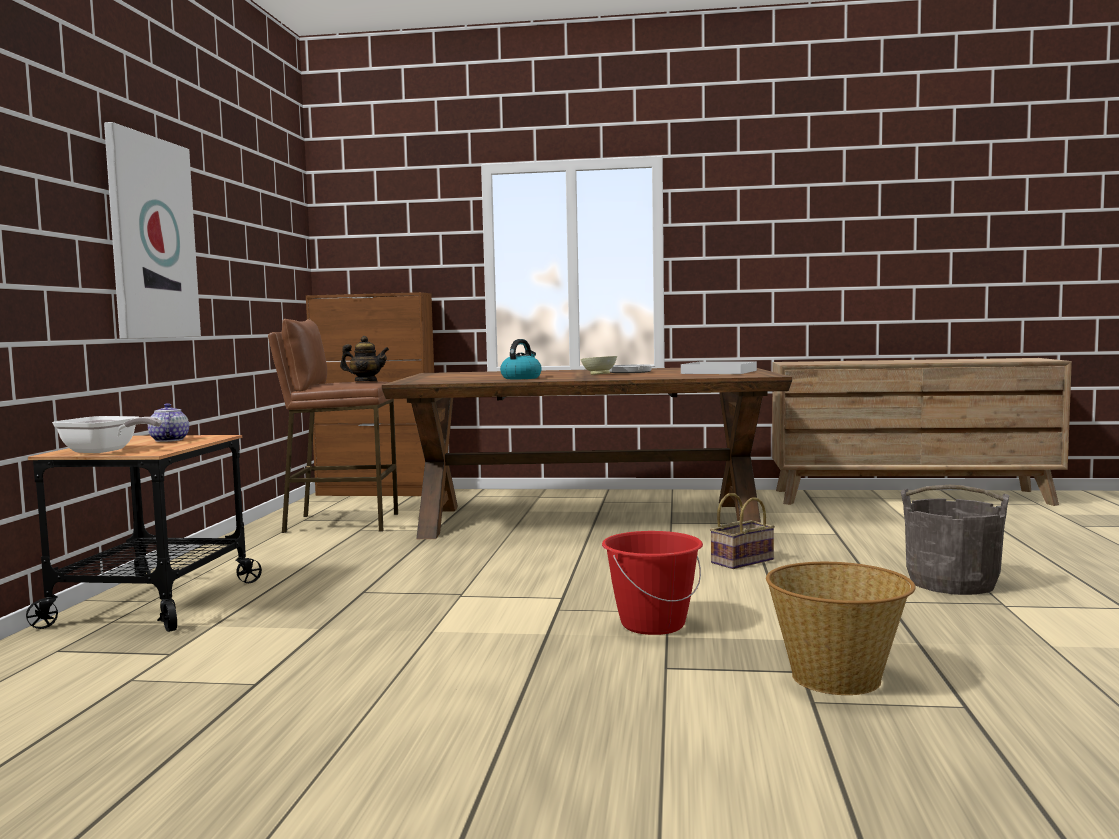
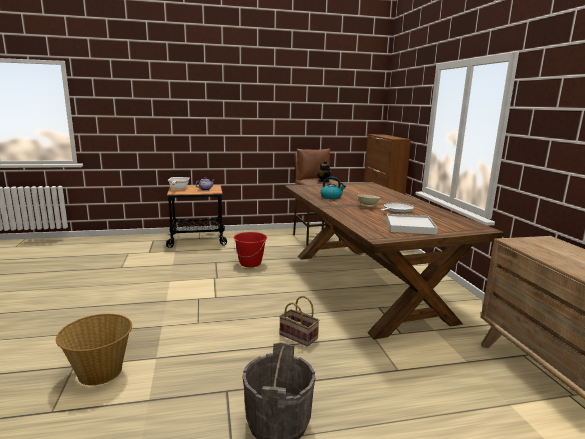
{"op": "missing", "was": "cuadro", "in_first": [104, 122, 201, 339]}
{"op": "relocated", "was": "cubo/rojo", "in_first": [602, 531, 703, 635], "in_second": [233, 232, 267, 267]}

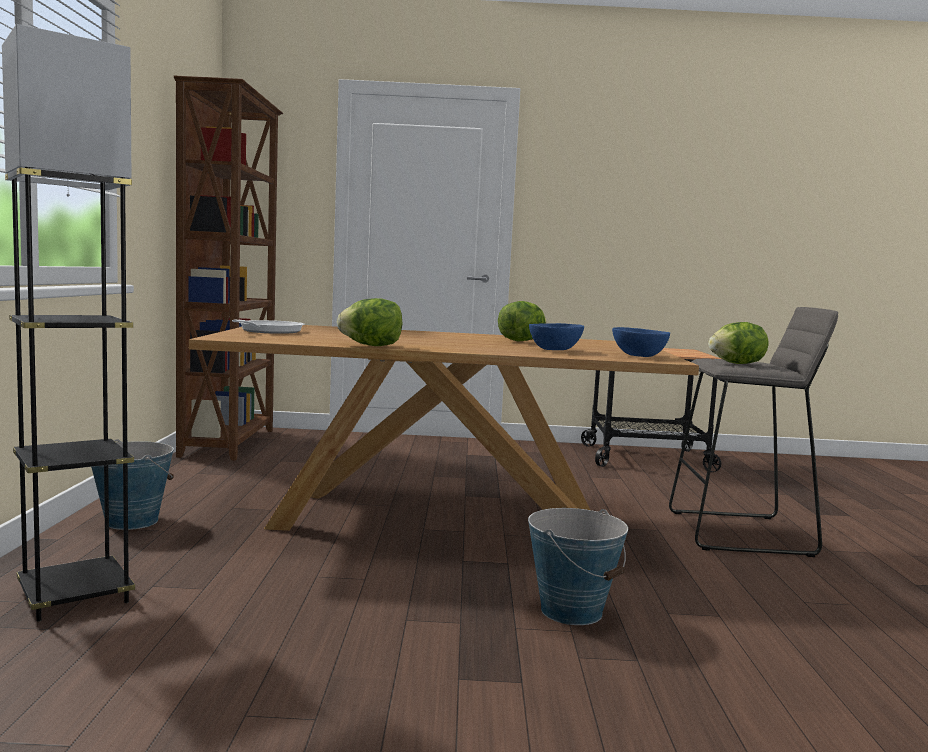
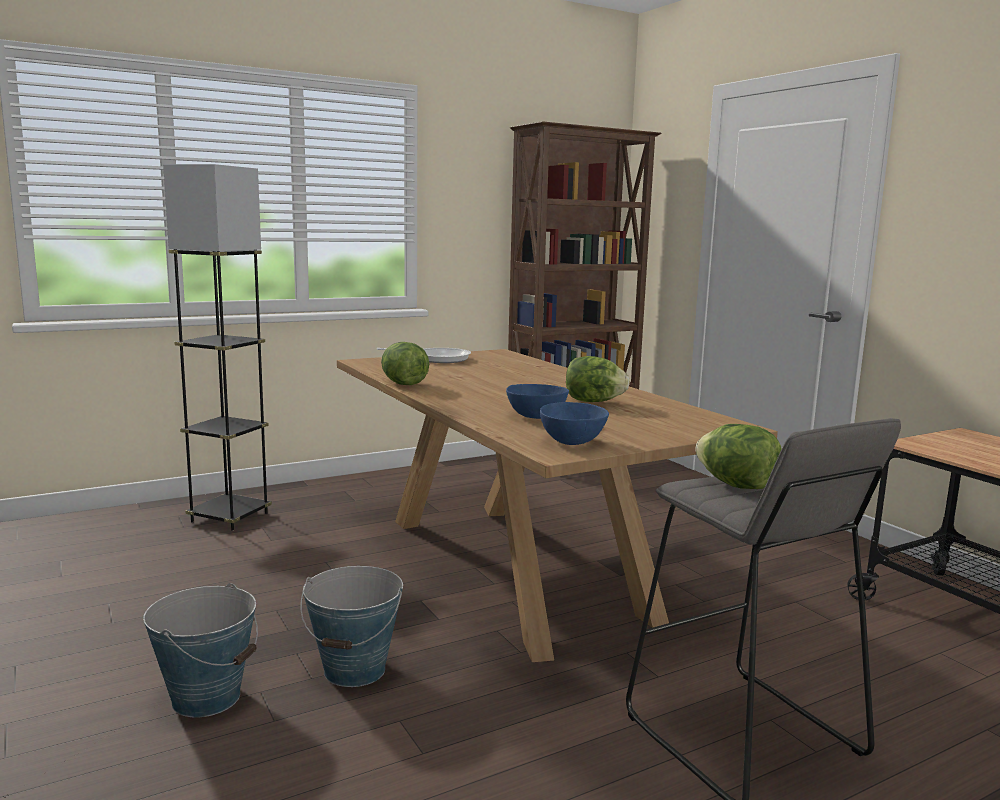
{"op": "relocated", "was": "cubo", "in_first": [91, 439, 174, 530], "in_second": [143, 583, 258, 718]}

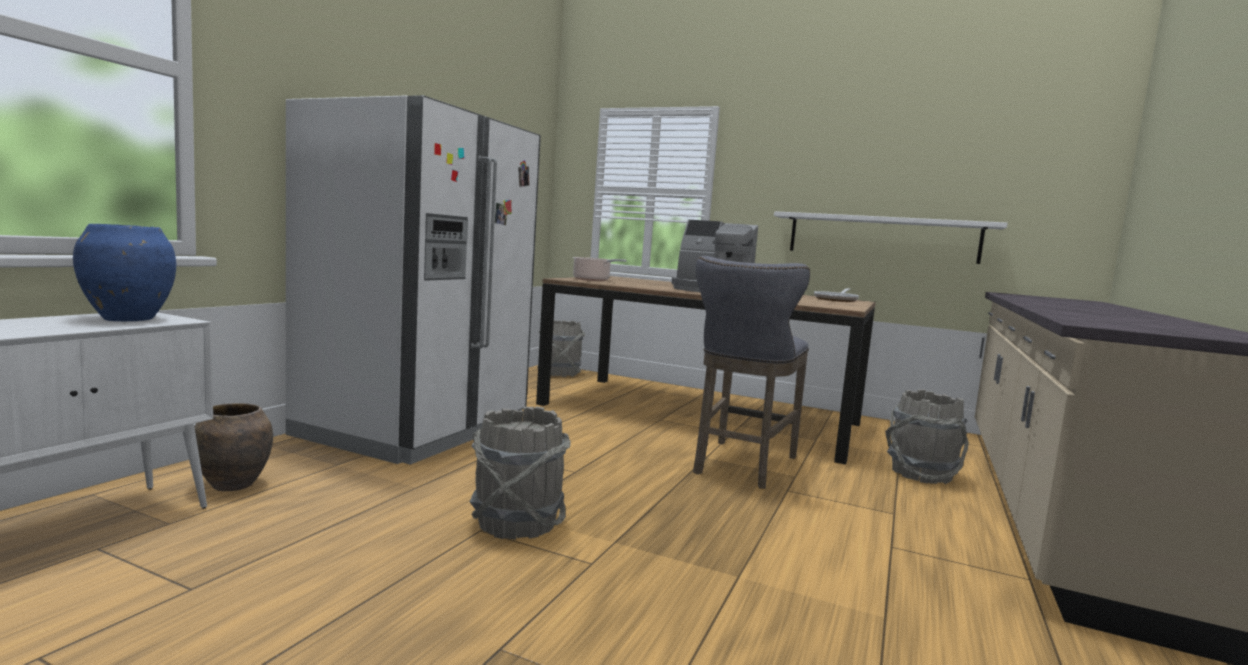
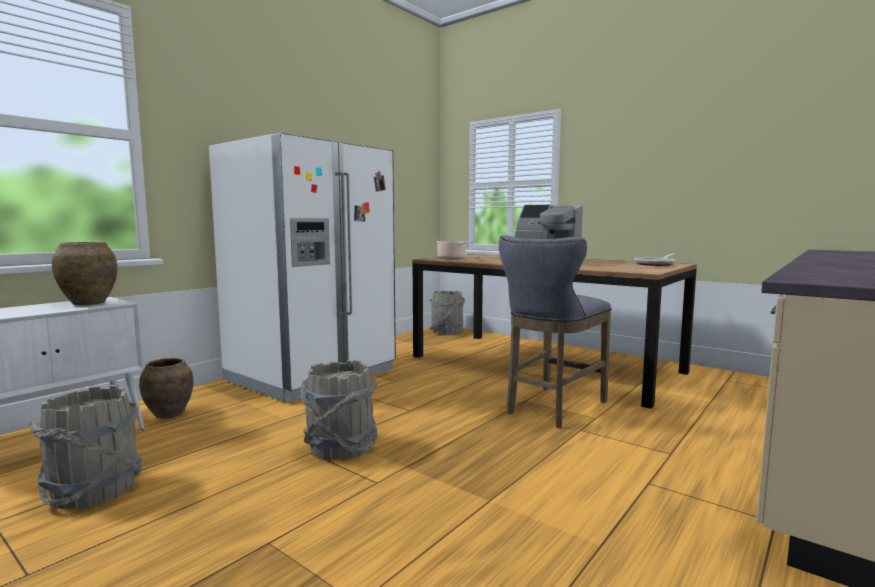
{"op": "colour", "was": "florero/azul", "now": "florero/marrón", "in_first": [73, 224, 176, 322], "in_second": [52, 242, 117, 305]}
{"op": "missing", "was": "estante/blanco", "in_first": [774, 211, 1008, 264]}
{"op": "relocated", "was": "cubo/gris", "in_first": [885, 389, 969, 484], "in_second": [29, 385, 142, 510]}

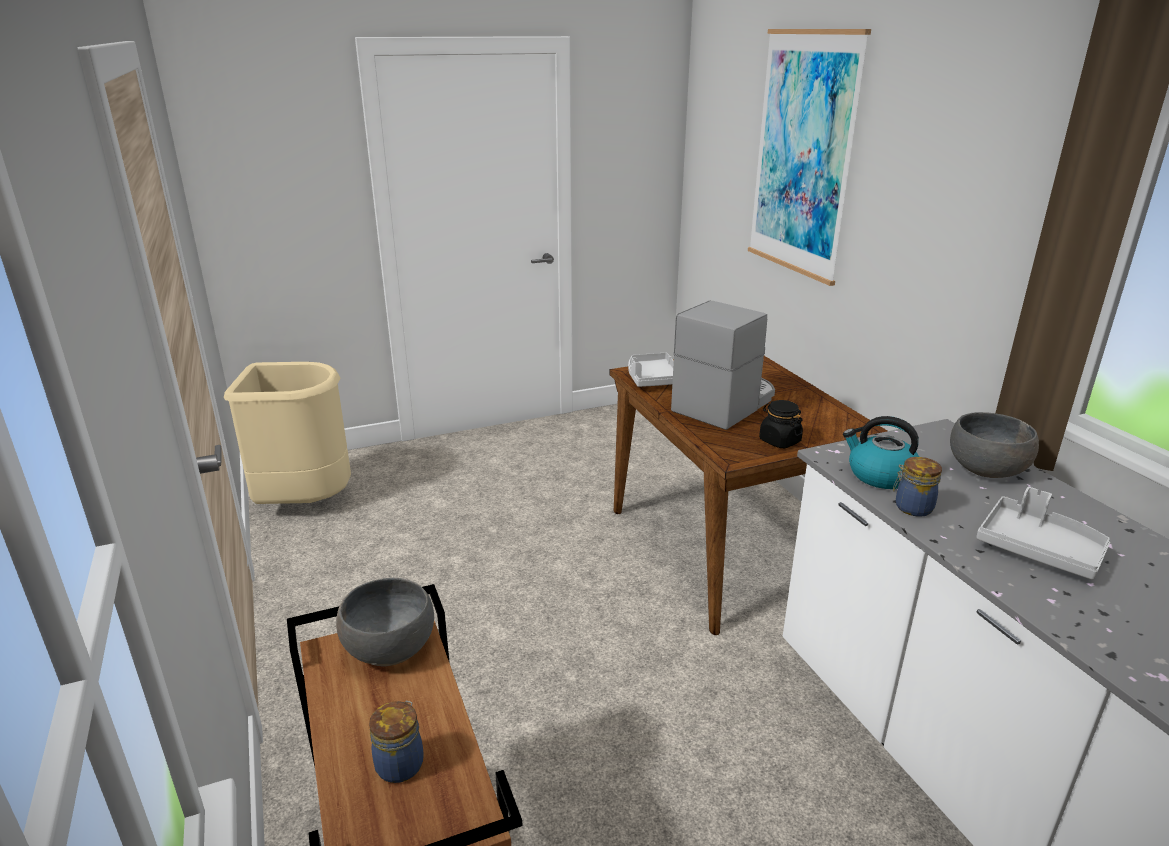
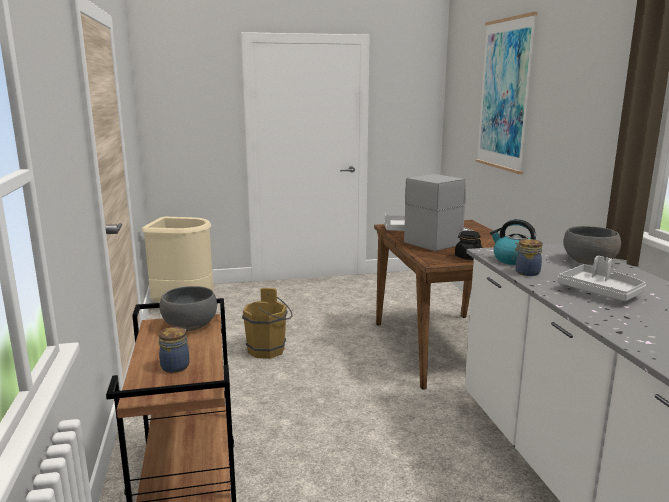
{"op": "appeared", "now": "cubo/marrón", "in_second": [242, 288, 293, 359]}

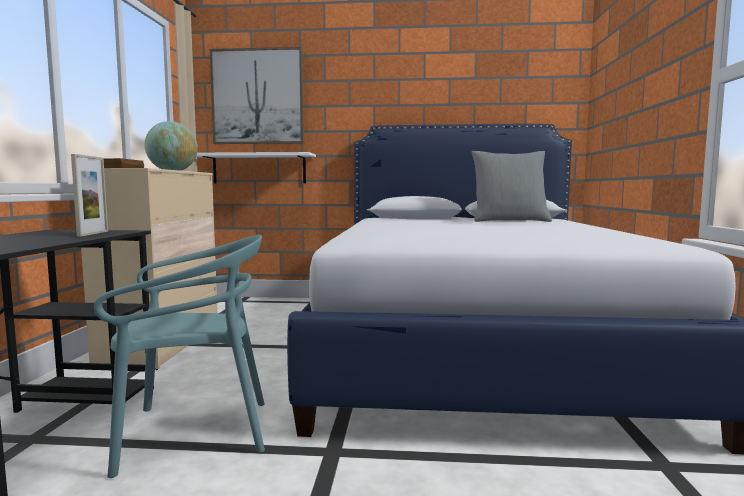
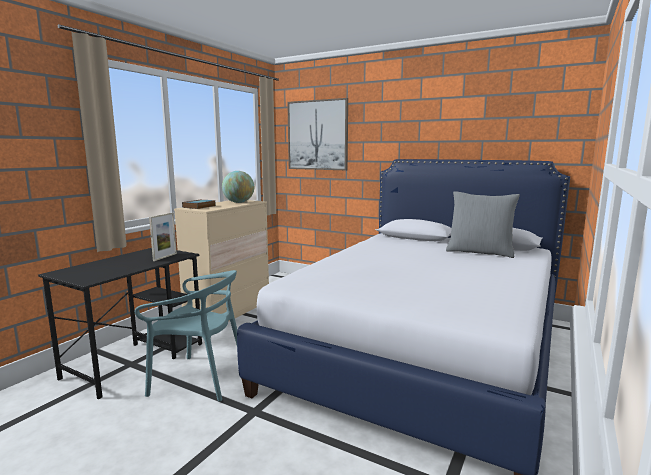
{"op": "missing", "was": "estante/blanco", "in_first": [197, 152, 316, 184]}

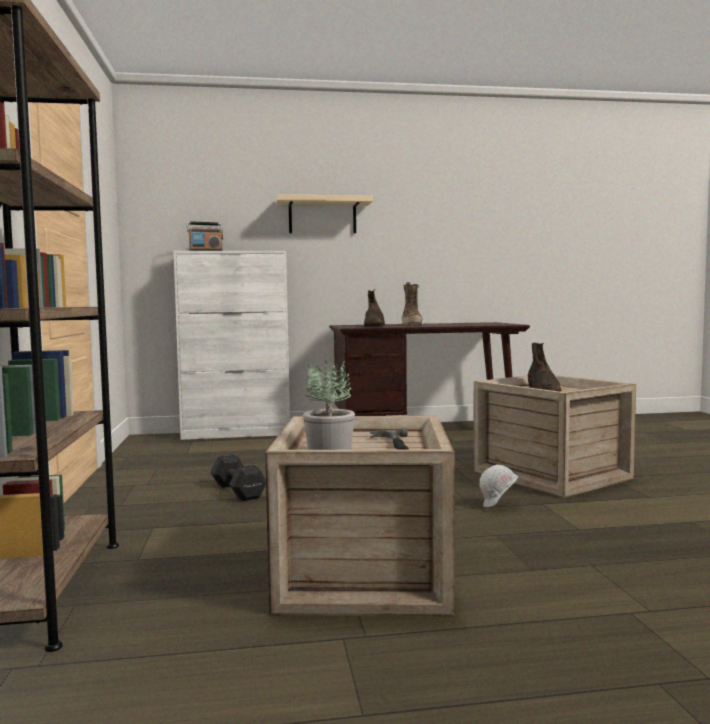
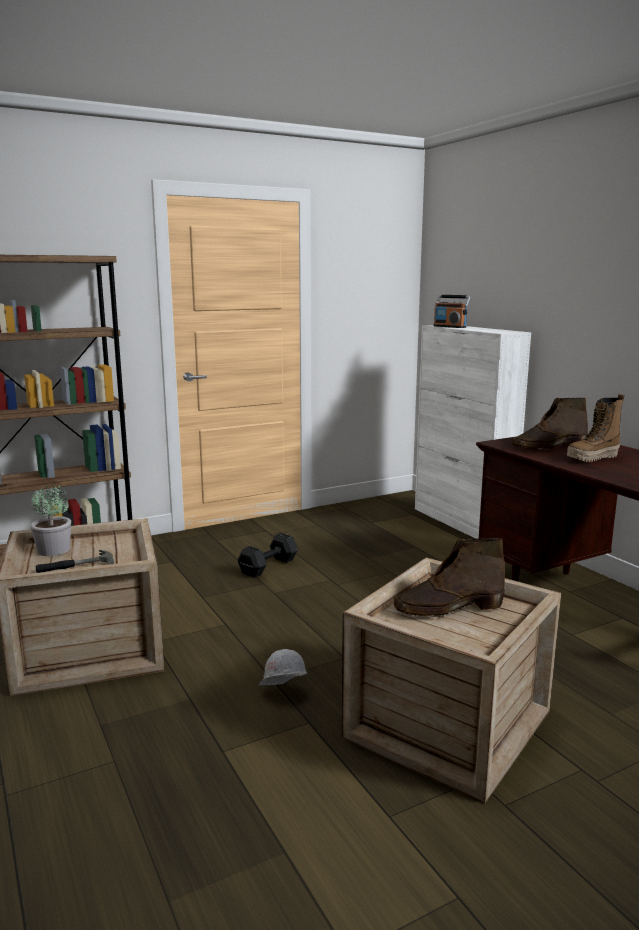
{"op": "missing", "was": "estante/beis", "in_first": [276, 194, 373, 233]}

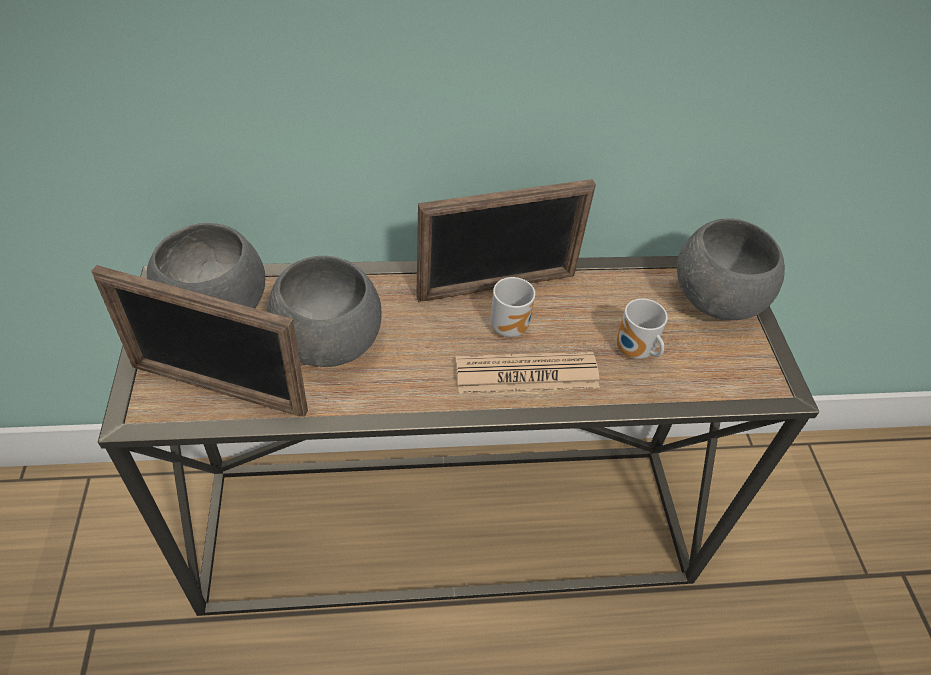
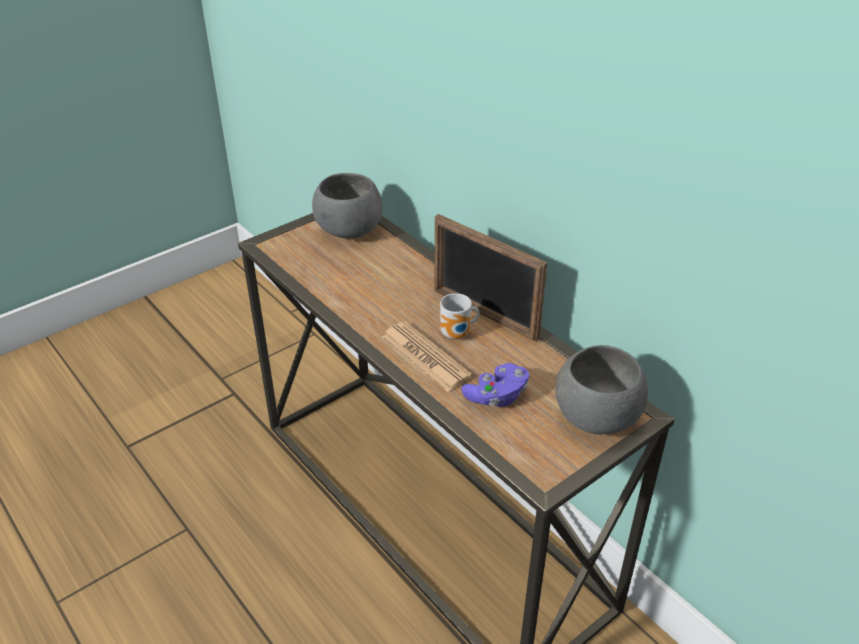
{"op": "missing", "was": "portarretratos", "in_first": [91, 265, 308, 417]}
{"op": "missing", "was": "cuenco/gris", "in_first": [267, 256, 381, 367]}
{"op": "exchanged", "was": "taza grande", "now": "mando de consola/morado", "in_first": [616, 298, 668, 359], "in_second": [461, 363, 529, 407]}

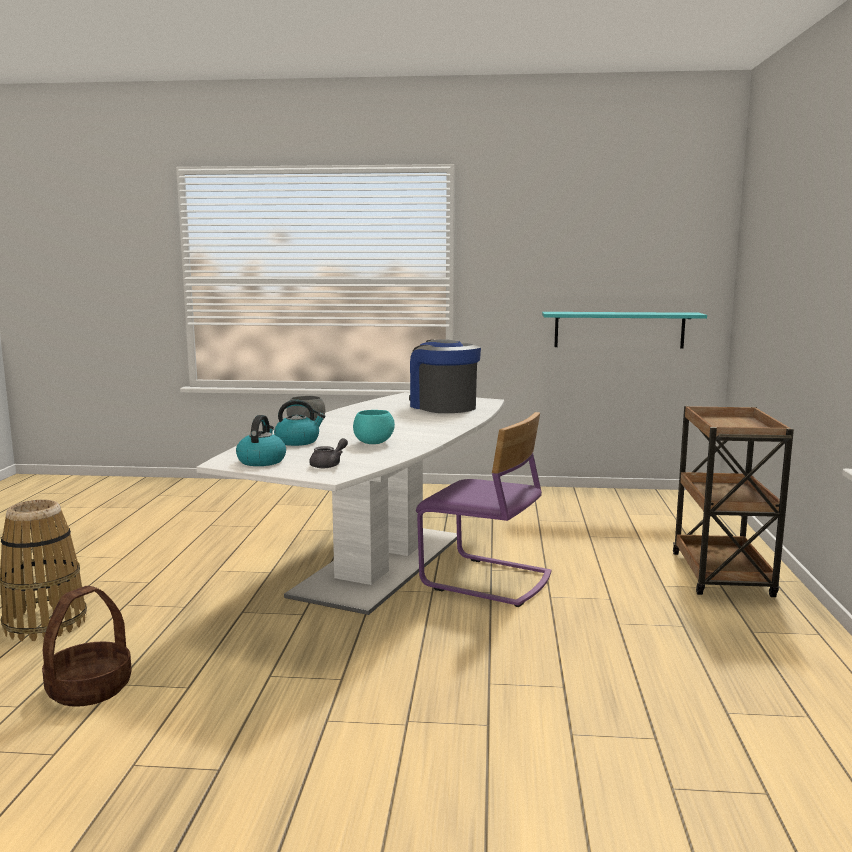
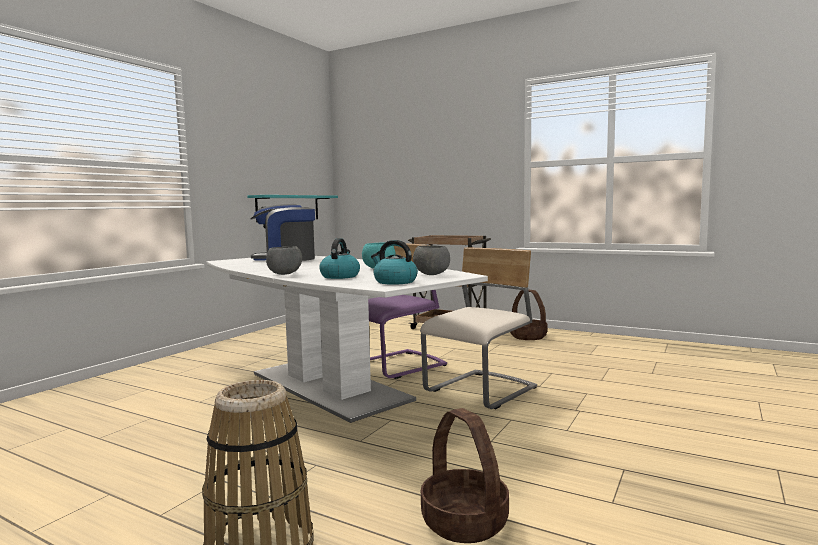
{"op": "exchanged", "was": "tetera/gris", "now": "cuenco/gris", "in_first": [309, 438, 348, 468], "in_second": [413, 245, 450, 275]}
{"op": "appeared", "now": "silla/beis", "in_second": [420, 247, 537, 409]}
{"op": "appeared", "now": "cesta", "in_second": [510, 289, 547, 340]}

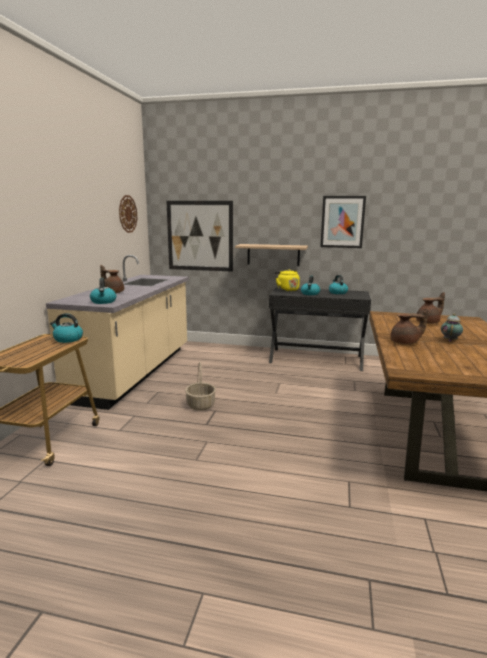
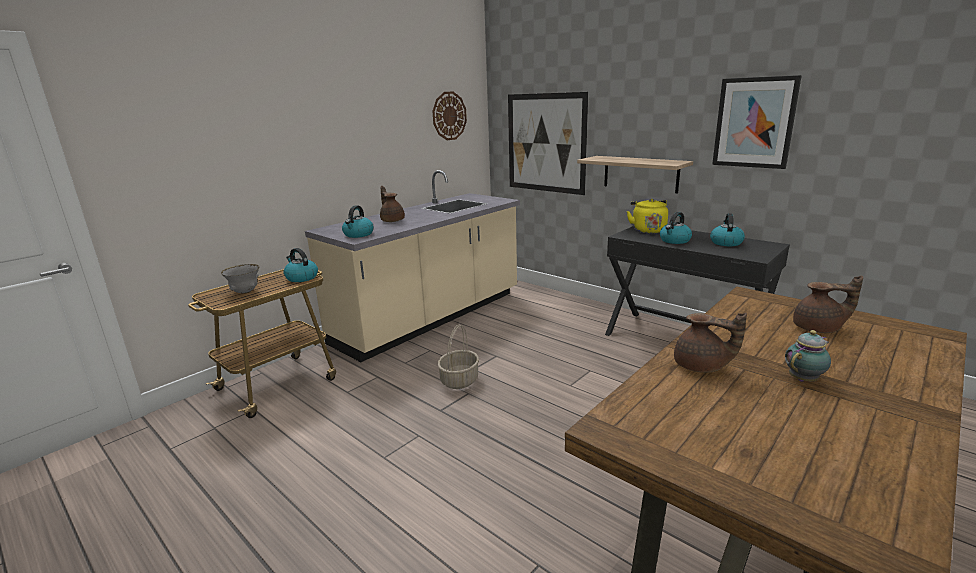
{"op": "appeared", "now": "cuenco/gris", "in_second": [221, 264, 260, 293]}

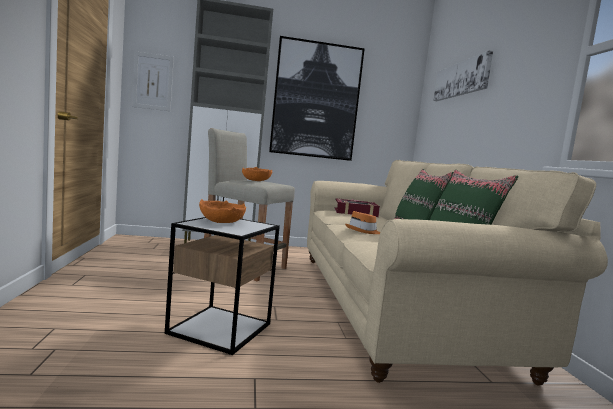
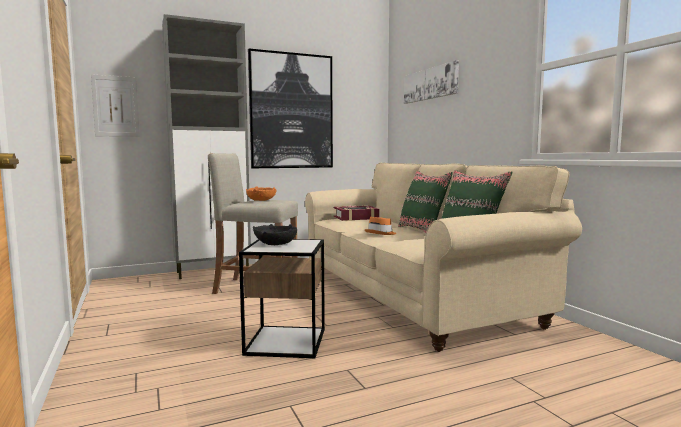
{"op": "colour", "was": "cuenco/naranja", "now": "cuenco/negro", "in_first": [199, 199, 246, 223], "in_second": [253, 224, 297, 245]}

